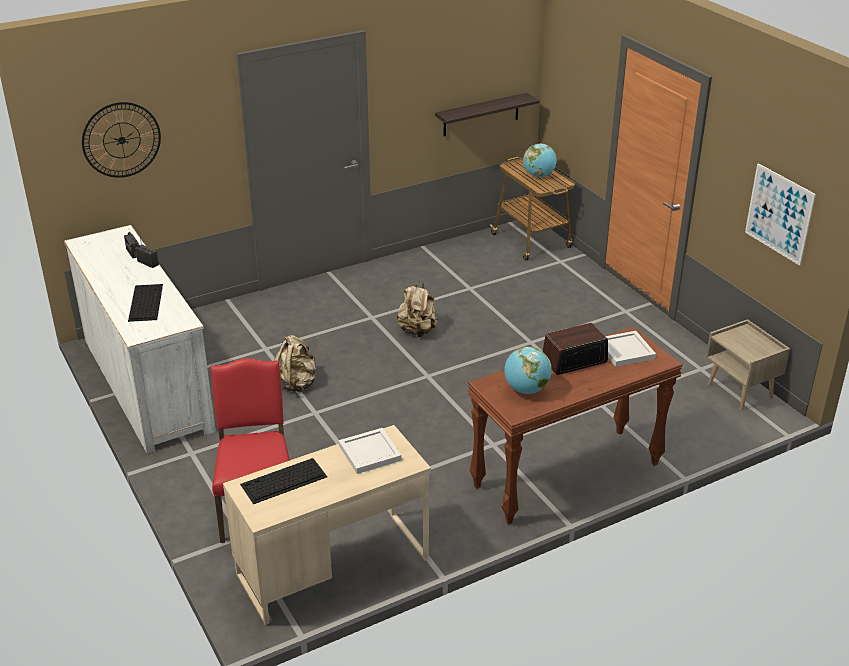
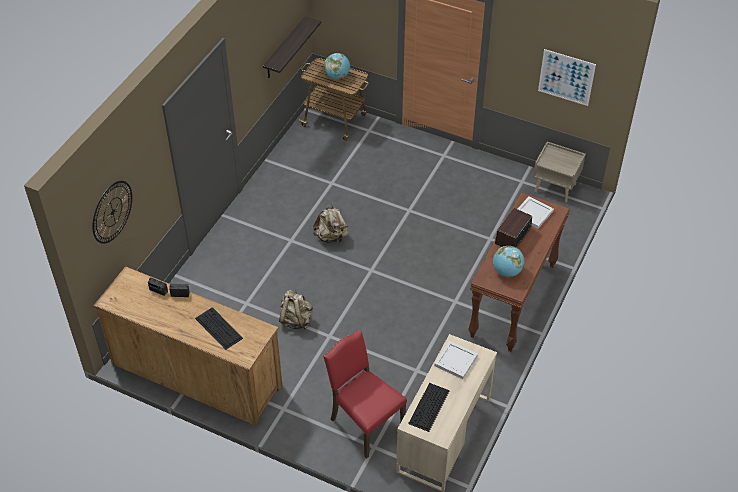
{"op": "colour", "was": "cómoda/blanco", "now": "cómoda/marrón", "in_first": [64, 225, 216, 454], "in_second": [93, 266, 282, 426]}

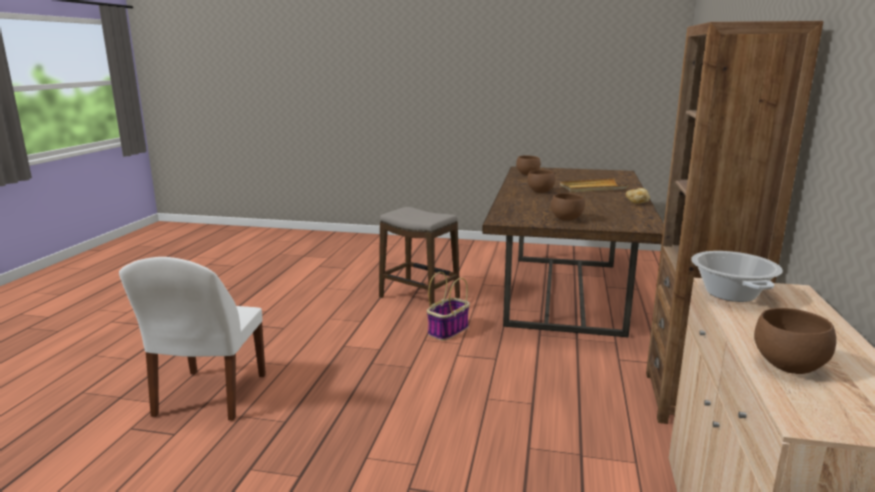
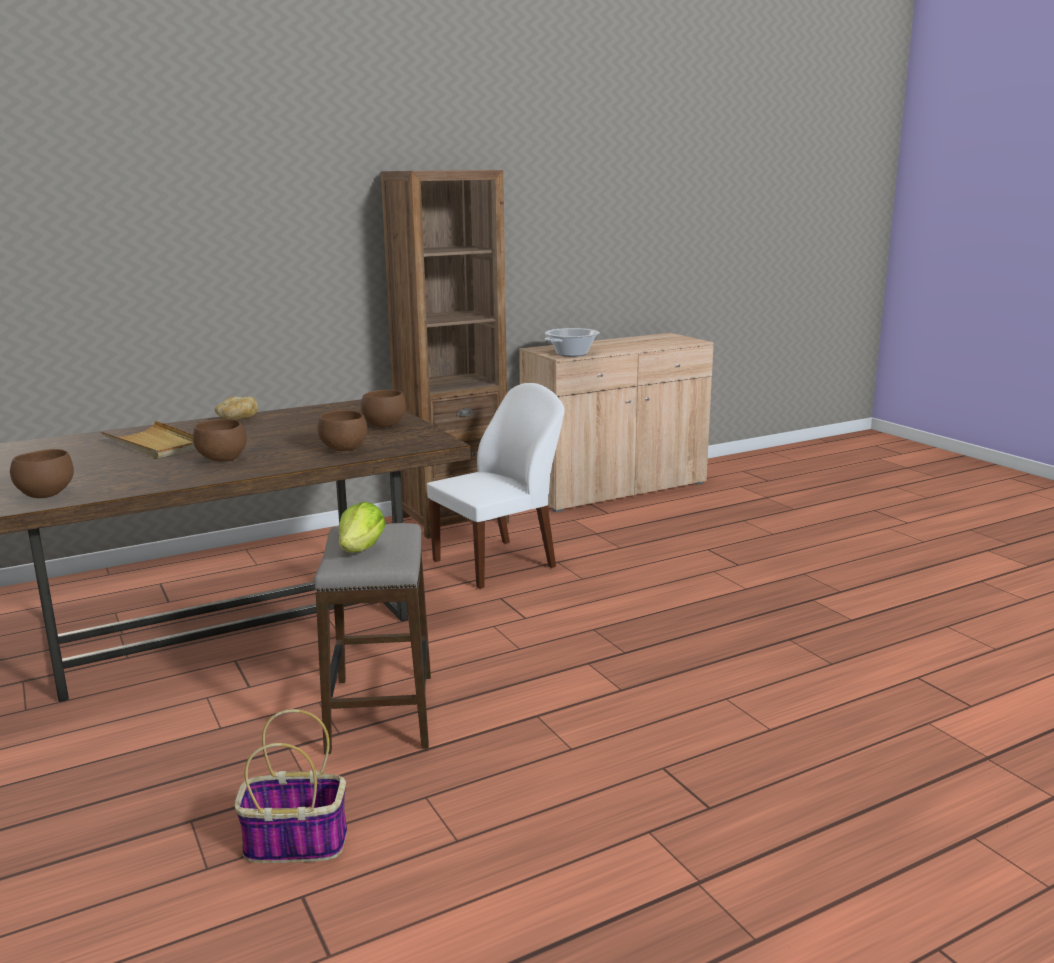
{"op": "relocated", "was": "silla/blanco", "in_first": [119, 257, 266, 420], "in_second": [427, 383, 565, 589]}
{"op": "relocated", "was": "cesta", "in_first": [427, 272, 470, 341], "in_second": [235, 709, 347, 863]}
{"op": "relocated", "was": "cuenco/marrón", "in_first": [754, 308, 836, 374], "in_second": [318, 410, 367, 451]}
{"op": "appeared", "now": "lechuga", "in_second": [339, 502, 386, 553]}

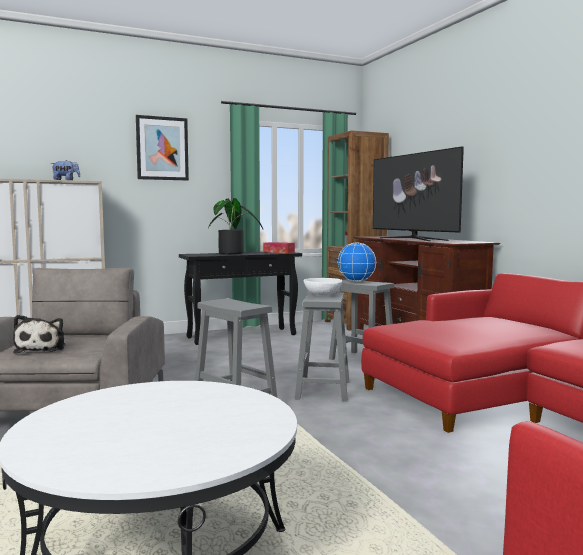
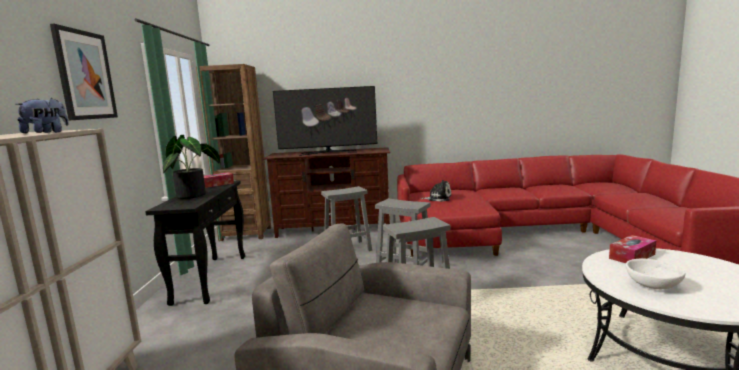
{"op": "relocated", "was": "peluche", "in_first": [13, 315, 65, 354], "in_second": [421, 180, 451, 202]}
{"op": "relocated", "was": "cuenco/blanco", "in_first": [303, 278, 342, 296], "in_second": [626, 259, 685, 289]}
{"op": "missing", "was": "globo terráqueo", "in_first": [338, 242, 377, 282]}
{"op": "appeared", "now": "caja de pañuelos", "in_second": [609, 235, 657, 263]}

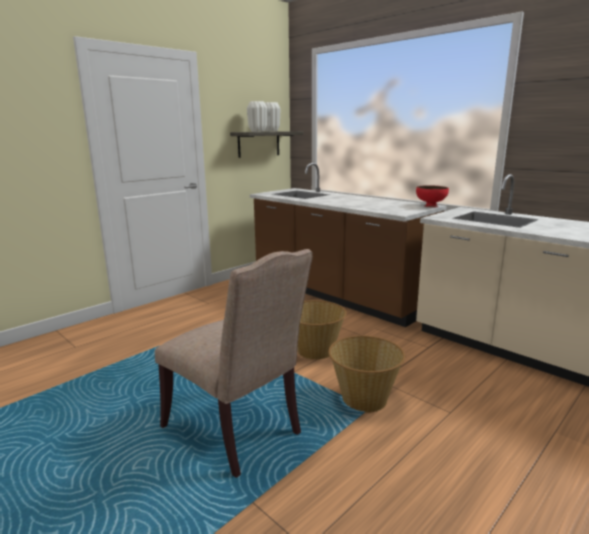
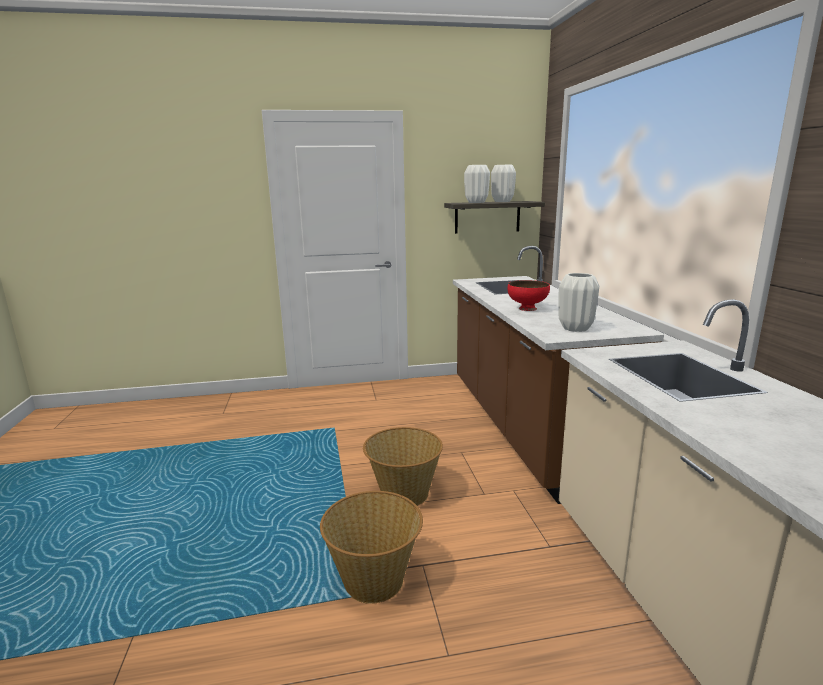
{"op": "missing", "was": "silla/beis", "in_first": [155, 249, 313, 478]}
{"op": "relocated", "was": "cuenco/rojo", "in_first": [416, 185, 449, 208], "in_second": [507, 280, 550, 311]}
{"op": "appeared", "now": "florero/blanco", "in_second": [558, 273, 599, 332]}

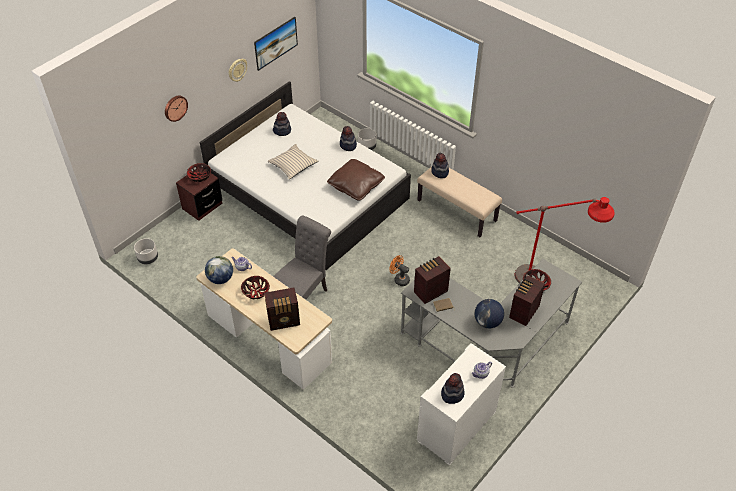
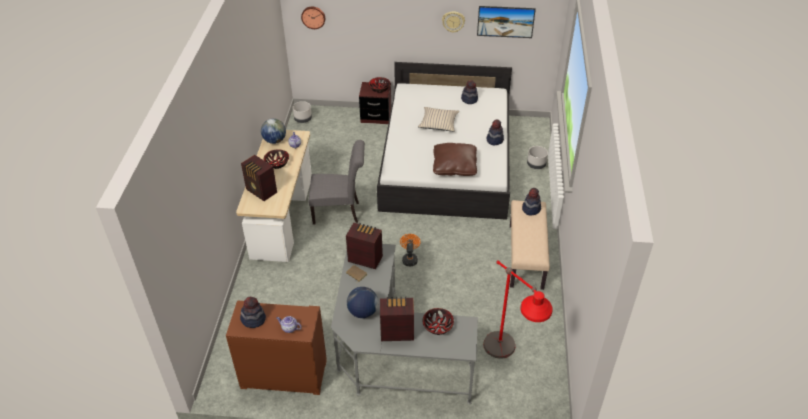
{"op": "relocated", "was": "reloj de pared", "in_first": [165, 95, 188, 122], "in_second": [301, 7, 325, 29]}
{"op": "colour", "was": "cómoda/blanco", "now": "cómoda/marrón", "in_first": [417, 344, 506, 466], "in_second": [226, 300, 327, 395]}

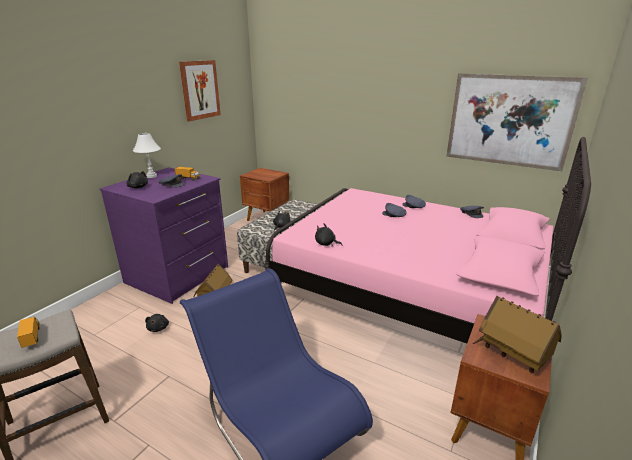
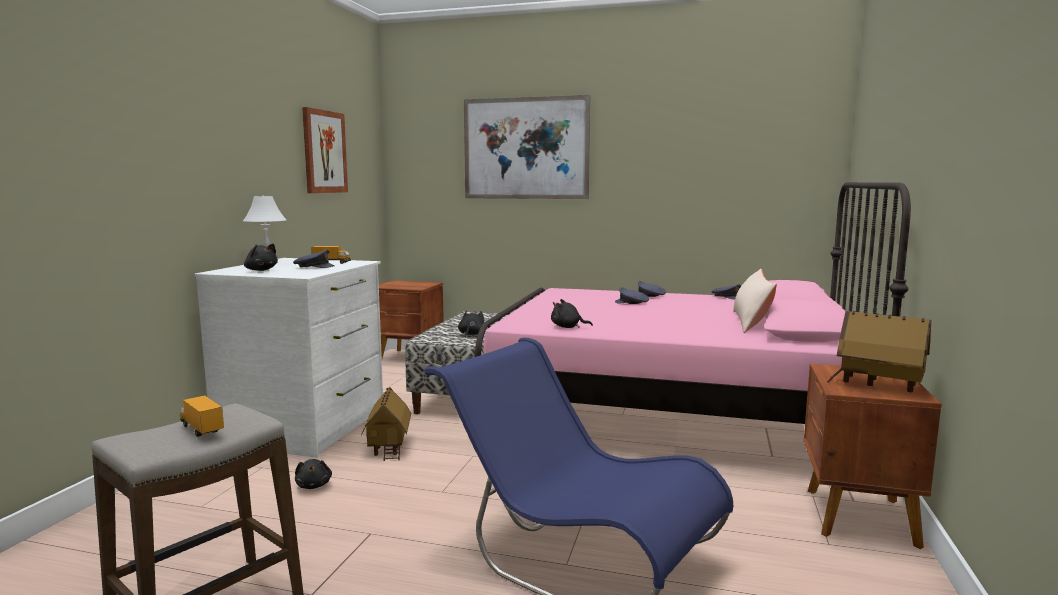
{"op": "colour", "was": "cómoda/morado", "now": "cómoda/blanco", "in_first": [100, 167, 228, 304], "in_second": [195, 258, 383, 458]}
{"op": "relocated", "was": "cuadro", "in_first": [446, 73, 588, 171], "in_second": [464, 95, 590, 199]}
{"op": "appeared", "now": "cojín/beis", "in_second": [733, 269, 777, 333]}

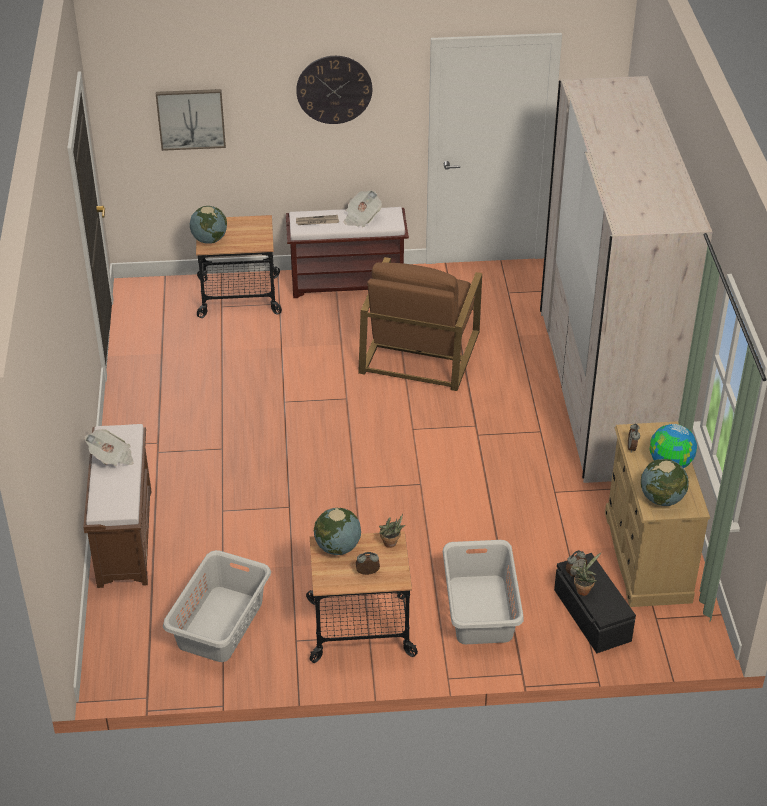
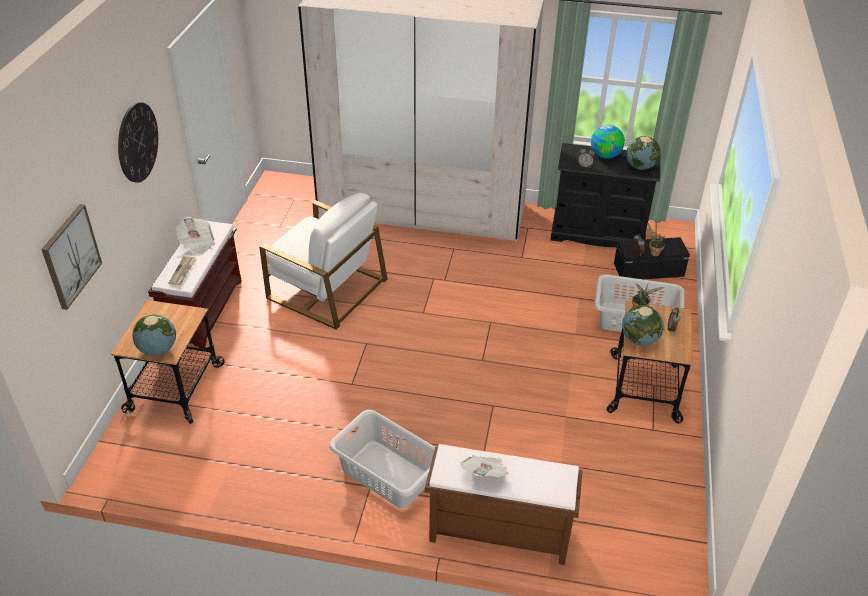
{"op": "relocated", "was": "cesto de la ropa/gris", "in_first": [163, 550, 271, 662], "in_second": [329, 410, 435, 508]}
{"op": "colour", "was": "sillón/marrón", "now": "sillón/blanco", "in_first": [358, 257, 482, 391], "in_second": [259, 193, 388, 330]}
{"op": "colour", "was": "cómoda/beis", "now": "cómoda/negro", "in_first": [605, 421, 710, 607], "in_second": [550, 143, 660, 247]}

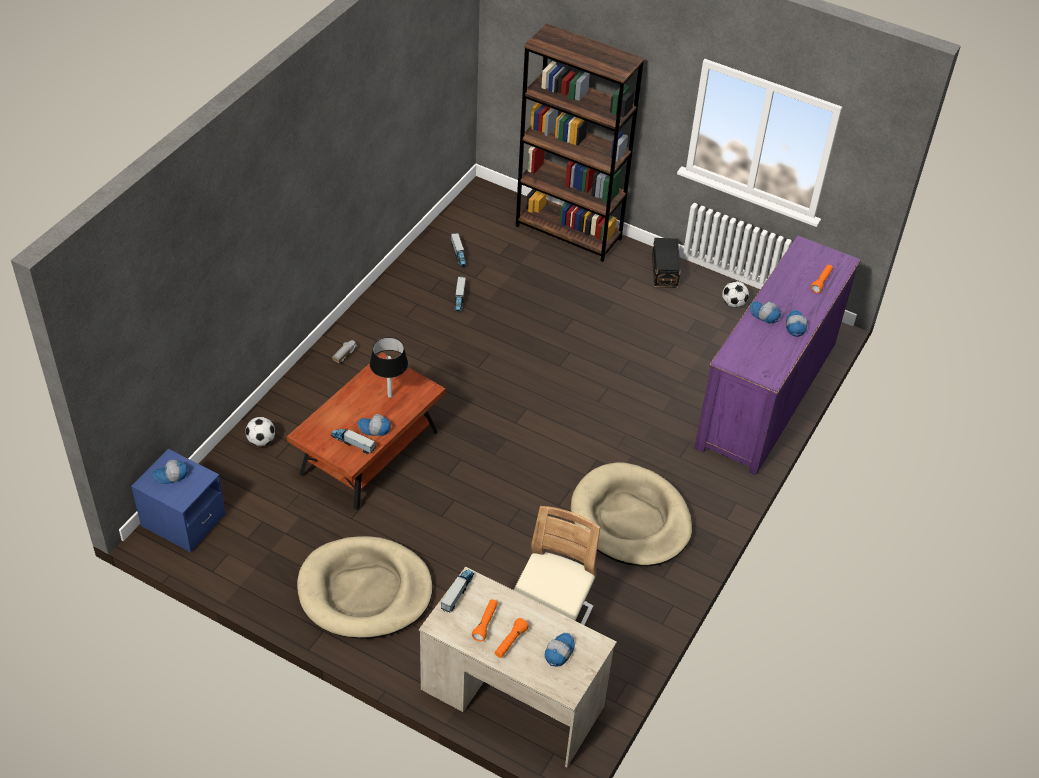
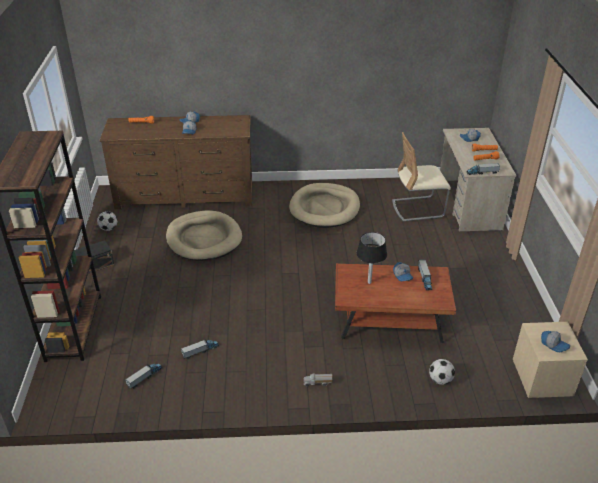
{"op": "colour", "was": "mesita de noche/azul", "now": "mesita de noche/beis", "in_first": [131, 449, 226, 552], "in_second": [513, 322, 588, 398]}
{"op": "relocated", "was": "cama para perro/beis", "in_first": [297, 536, 433, 639], "in_second": [166, 211, 242, 261]}
{"op": "colour", "was": "cómoda/morado", "now": "cómoda/marrón", "in_first": [694, 235, 861, 475], "in_second": [99, 115, 252, 209]}

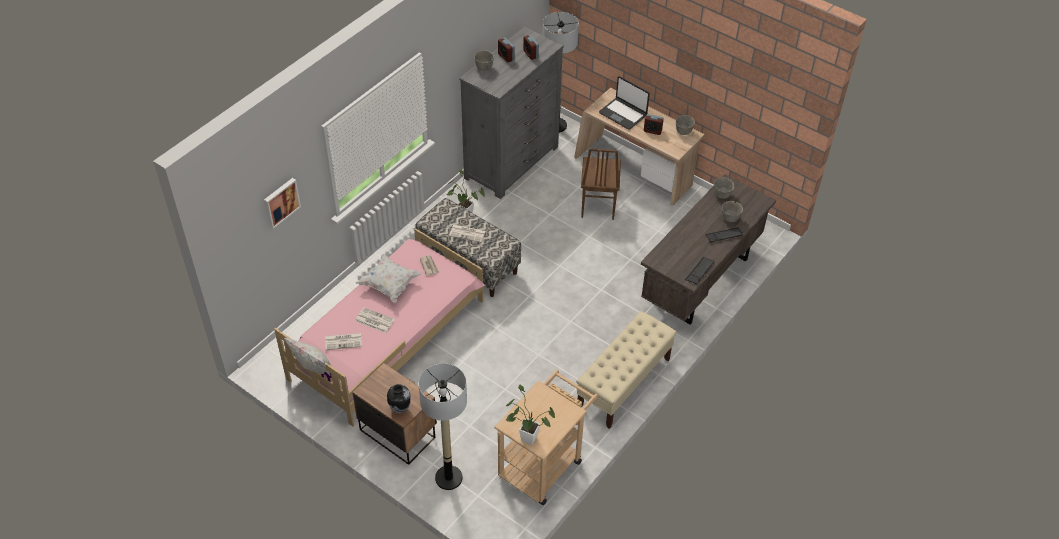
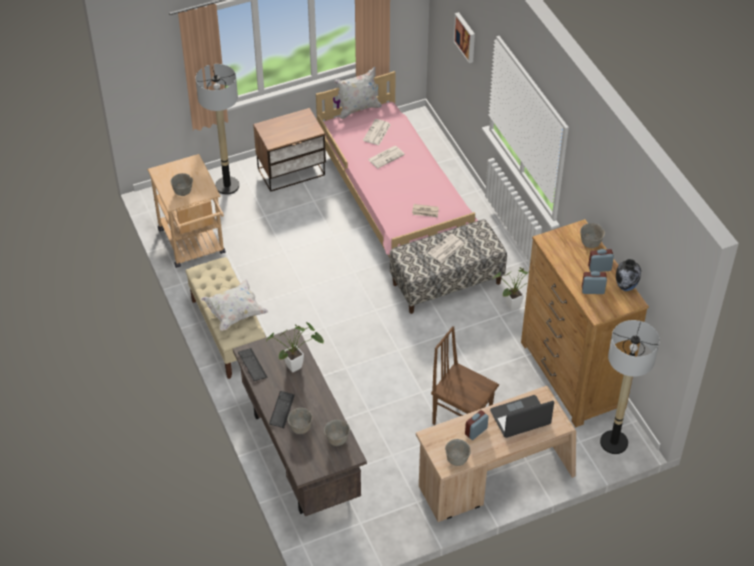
{"op": "relocated", "was": "cojín/blanco", "in_first": [356, 254, 421, 303], "in_second": [201, 279, 268, 331]}
{"op": "relocated", "was": "florero", "in_first": [387, 384, 411, 413], "in_second": [616, 259, 641, 291]}
{"op": "colour", "was": "cómoda/gris", "now": "cómoda/marrón", "in_first": [459, 27, 564, 199], "in_second": [521, 219, 649, 428]}
{"op": "relocated", "was": "planta en maceta", "in_first": [506, 385, 555, 445], "in_second": [266, 322, 324, 373]}
{"op": "appeared", "now": "cuenco/gris", "in_second": [170, 173, 193, 196]}

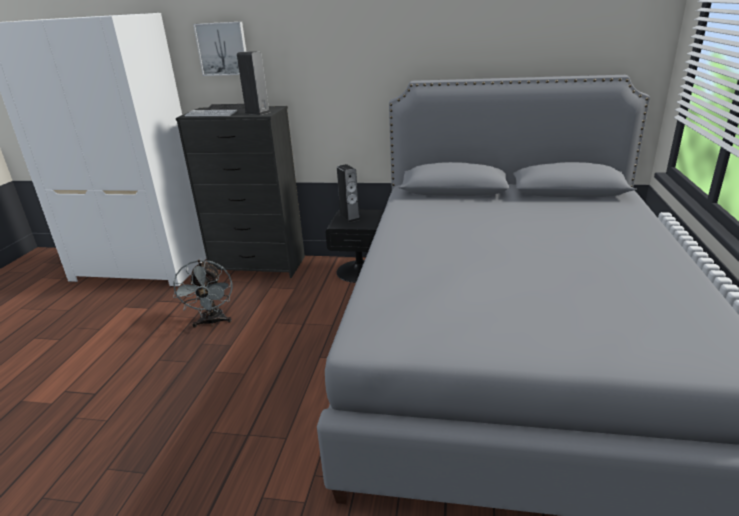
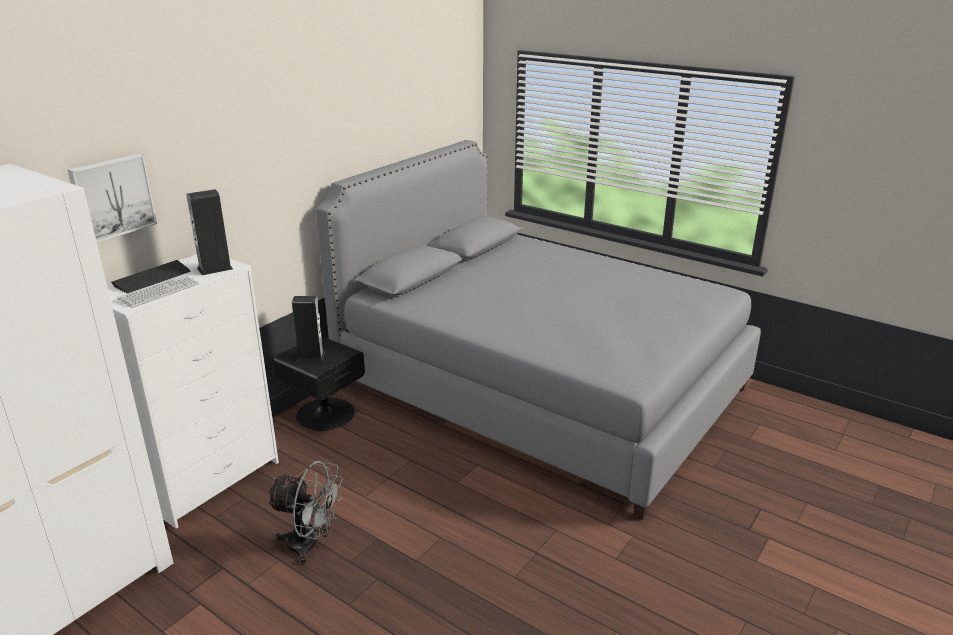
{"op": "colour", "was": "cómoda/negro", "now": "cómoda/blanco", "in_first": [176, 106, 305, 278], "in_second": [107, 254, 279, 528]}

